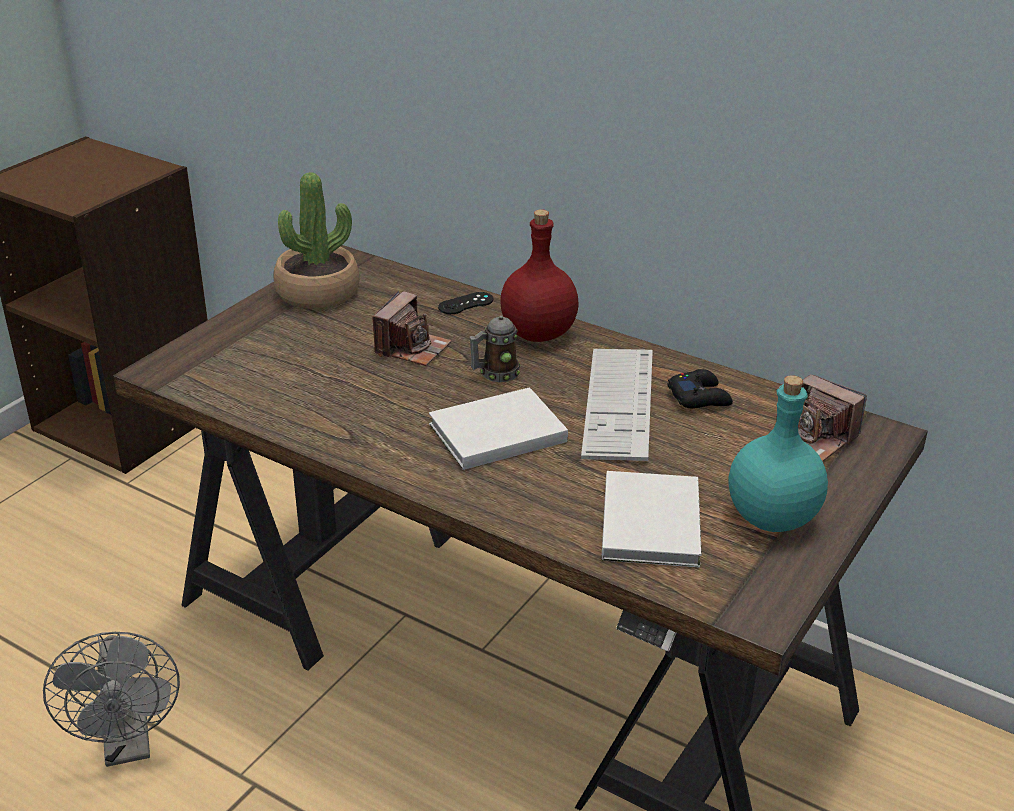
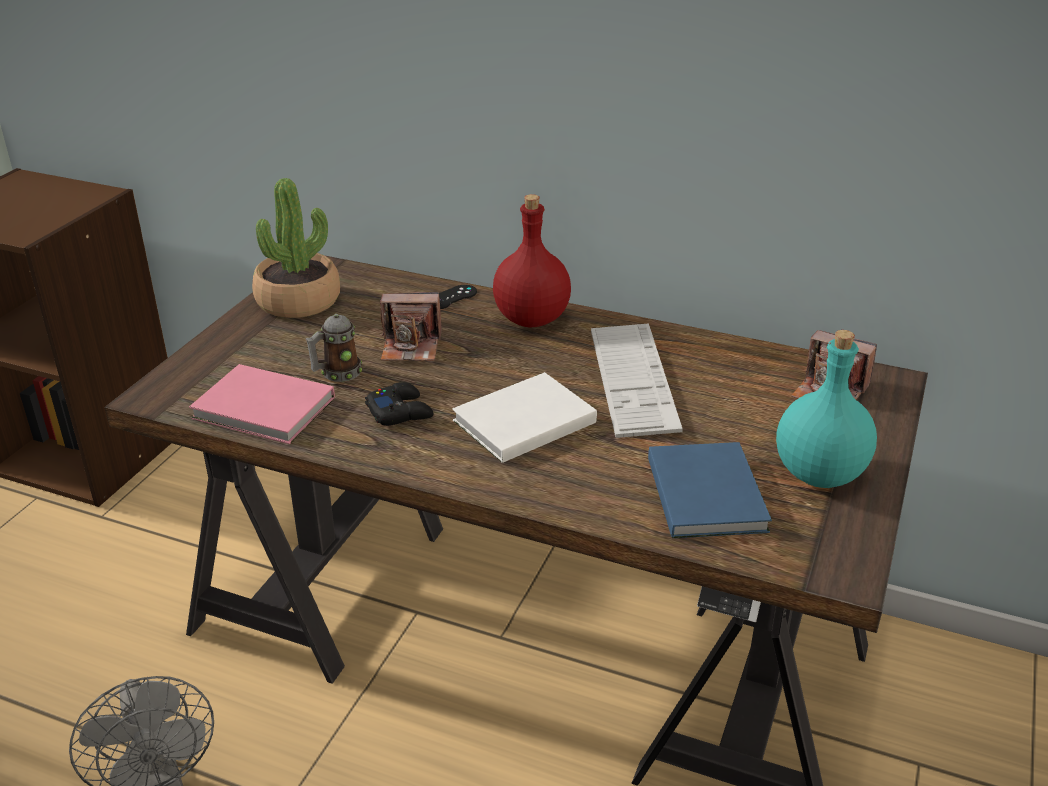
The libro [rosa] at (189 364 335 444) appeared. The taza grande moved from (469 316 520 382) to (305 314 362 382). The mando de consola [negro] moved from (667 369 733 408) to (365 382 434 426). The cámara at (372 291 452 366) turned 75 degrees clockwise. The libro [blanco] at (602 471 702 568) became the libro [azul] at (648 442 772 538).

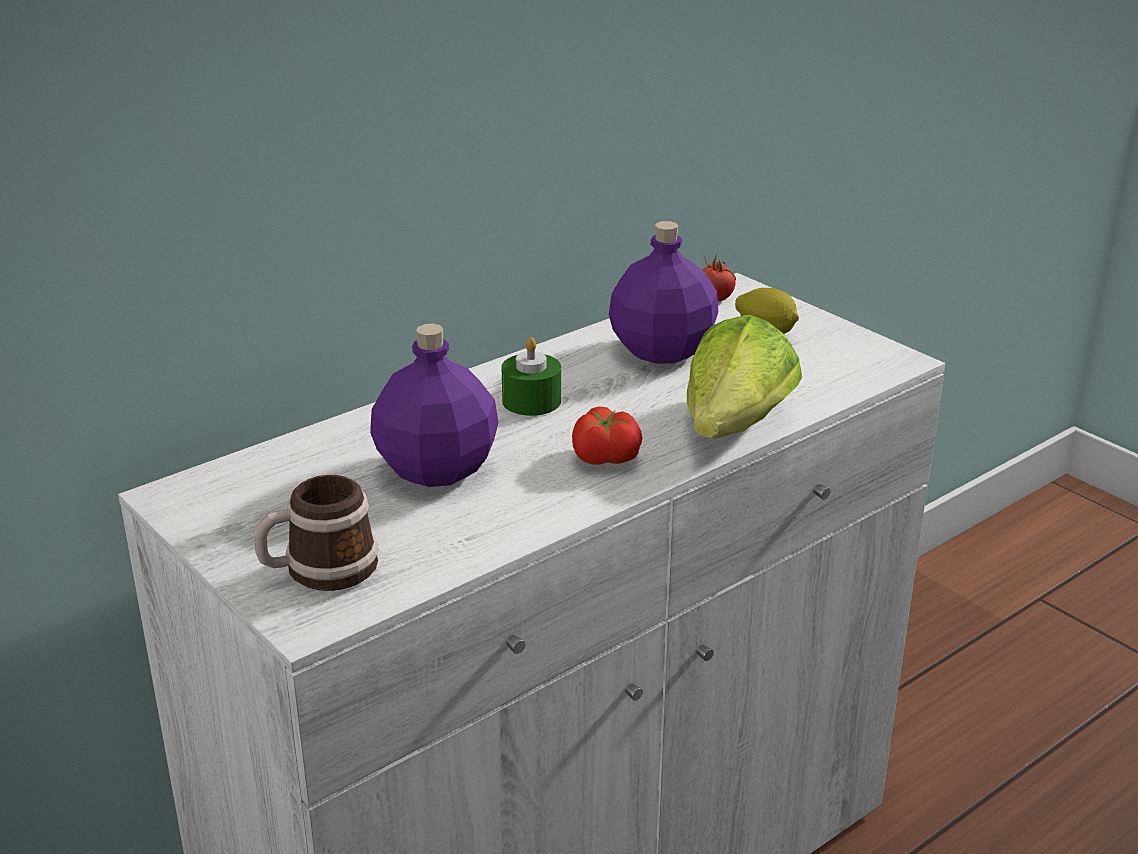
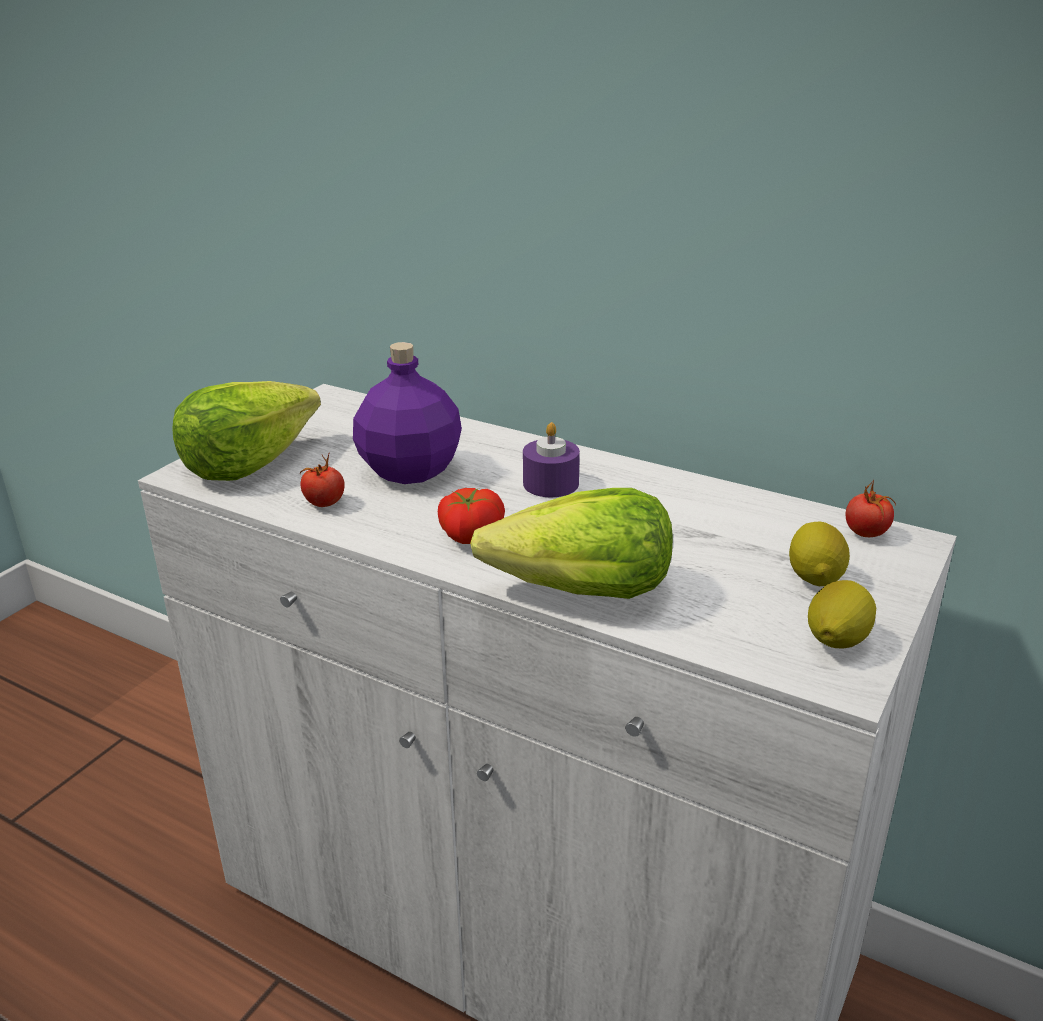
The taza grande at (254 475 378 591) was replaced by the lechuga at (172 381 321 481). The tomate at (300 454 345 507) appeared. The vela [verde] at (501 337 561 416) became the vela [morado] at (523 422 580 497). The limón at (808 580 876 649) appeared. The botella [morado] at (609 221 718 364) disappeared.

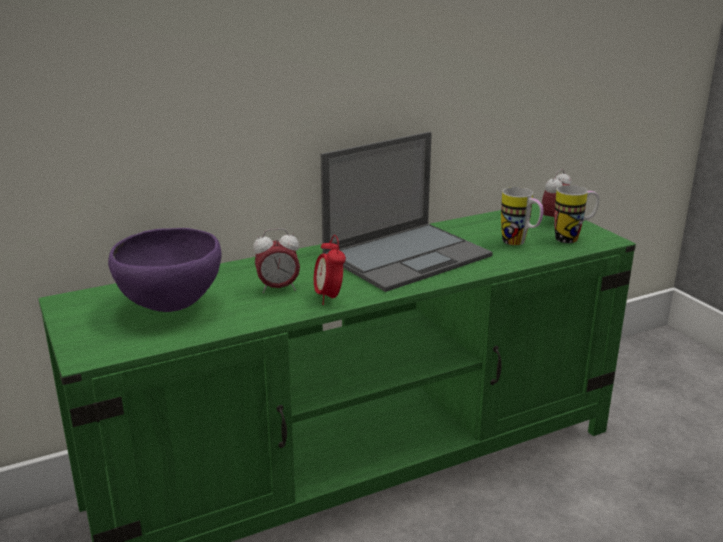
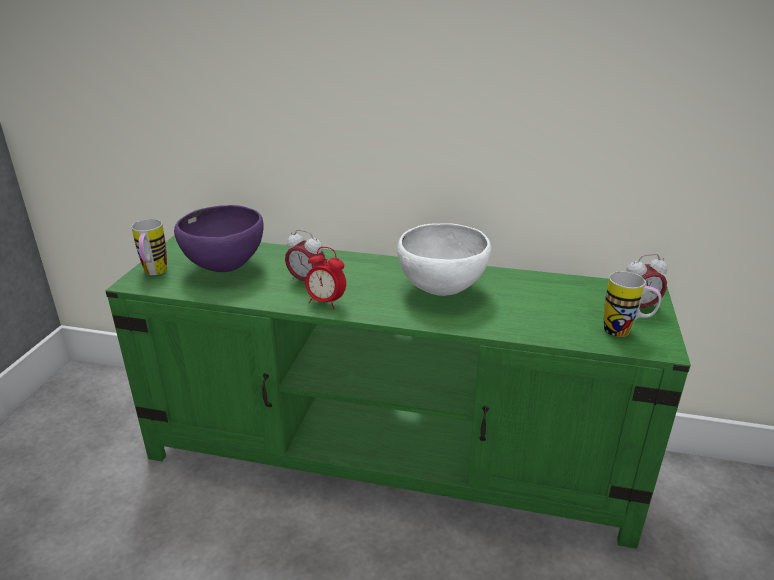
The taza grande moved from (501 187 543 245) to (131 219 167 275). The despertador at (314 235 346 305) turned 90 degrees counterclockwise. The portátil at (321 132 493 292) was replaced by the cuenco [blanco] at (397 223 491 296).

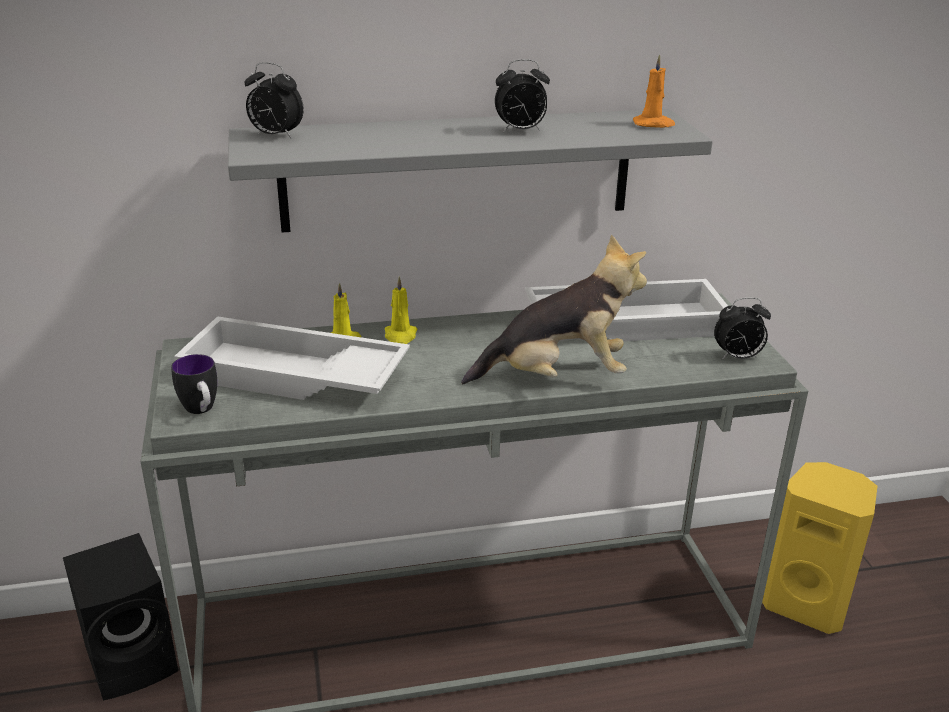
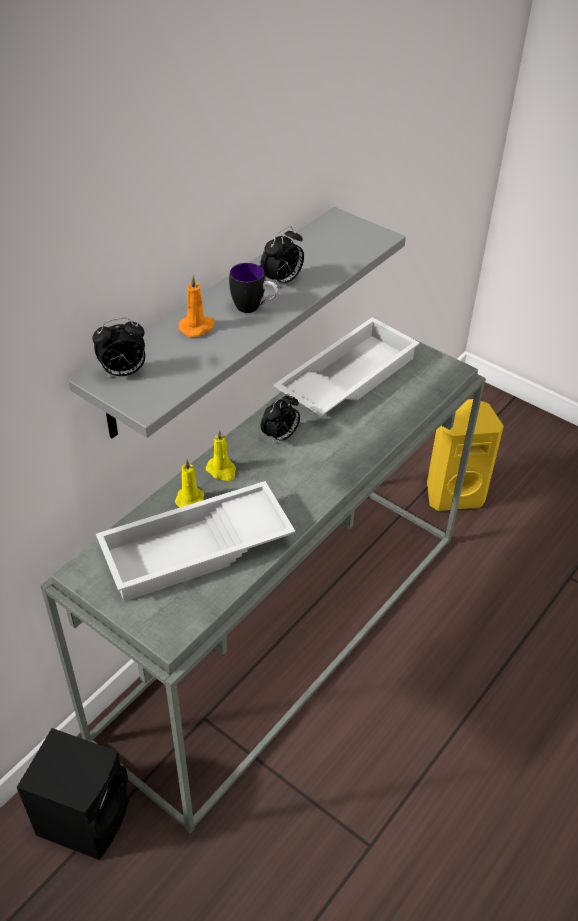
The vela [naranja] moved from (633 54 675 128) to (178 275 215 337). The taza grande moved from (171 354 217 414) to (229 263 278 313). The despertador moved from (714 297 771 360) to (261 394 300 443). The peluche at (461 235 647 384) disappeared.

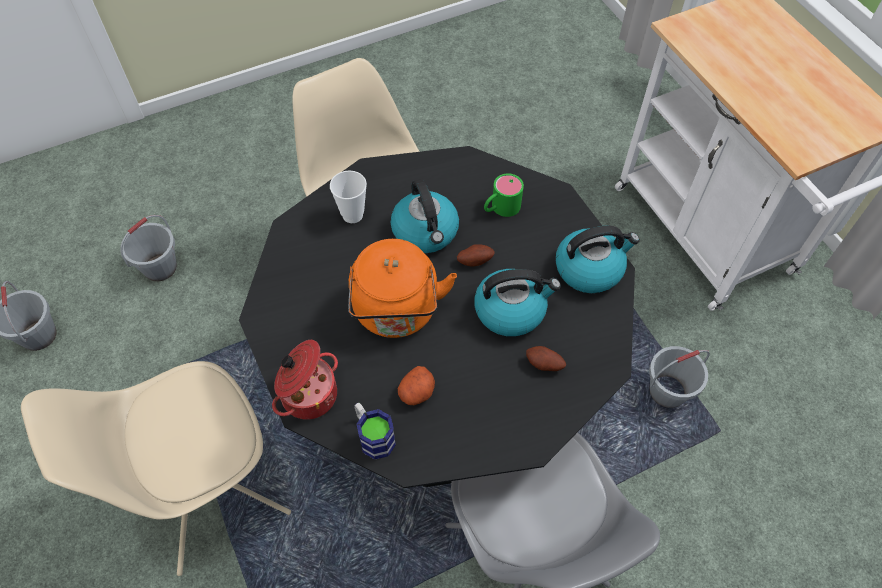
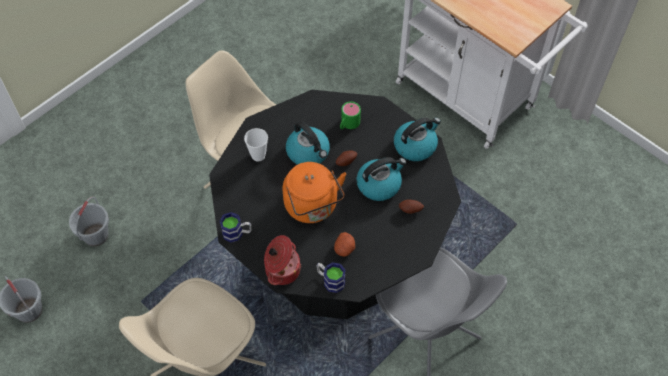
The taza grande at (220 212 251 242) appeared. The cubo [gris] at (649 346 710 408) disappeared.

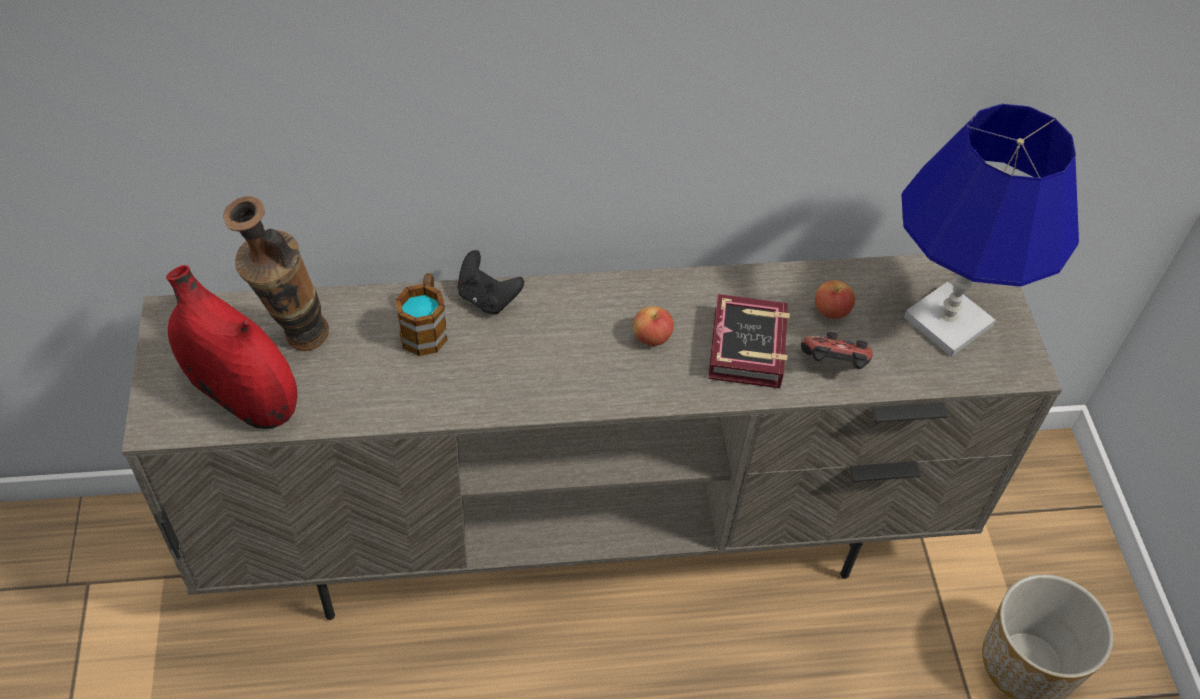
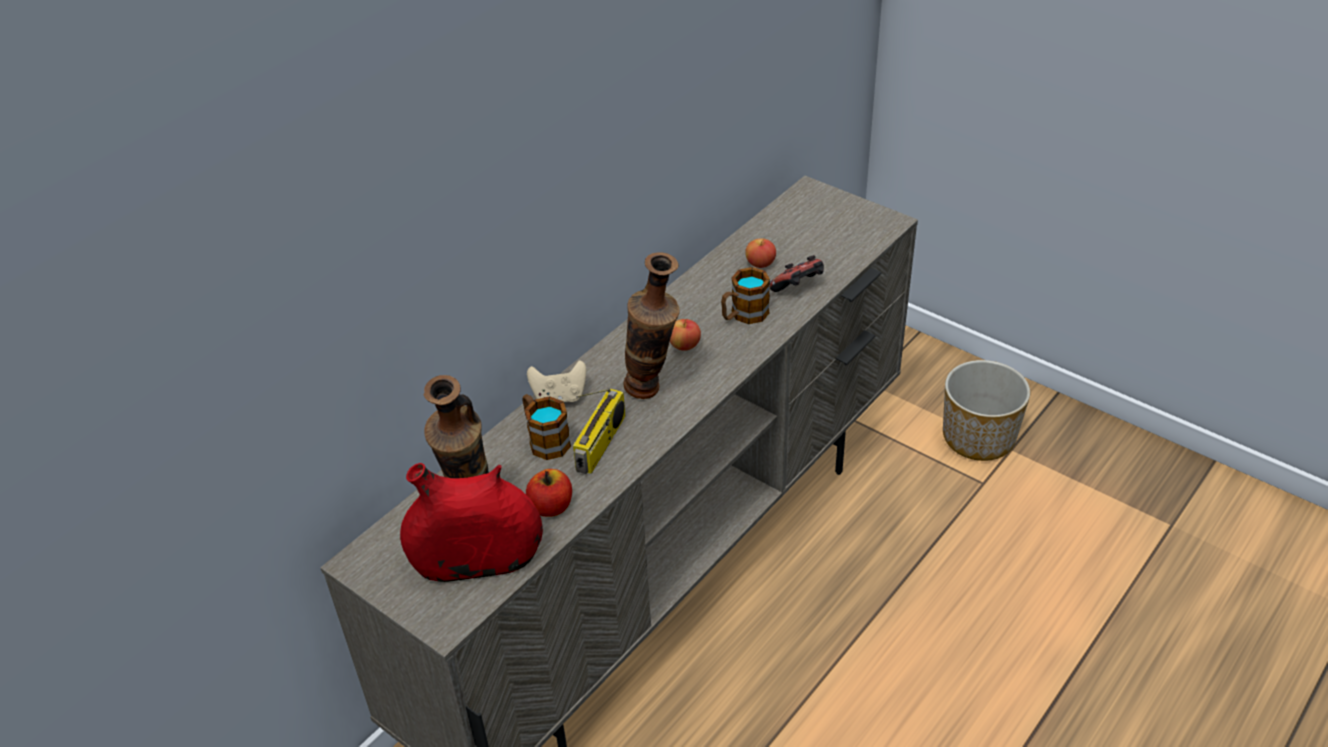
The manzana at (526 469 572 517) appeared. The mando de consola [negro] at (457 250 524 314) became the mando de consola [beis] at (527 360 586 402). The radio at (573 388 625 474) appeared. The florero at (623 252 680 399) appeared. The libro at (708 294 790 389) was replaced by the taza grande at (721 267 770 324). The lámpara de mesa [azul] at (901 104 1079 357) disappeared.

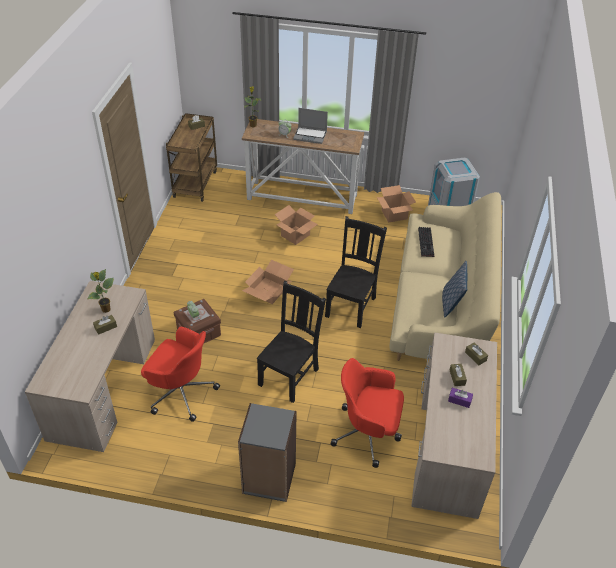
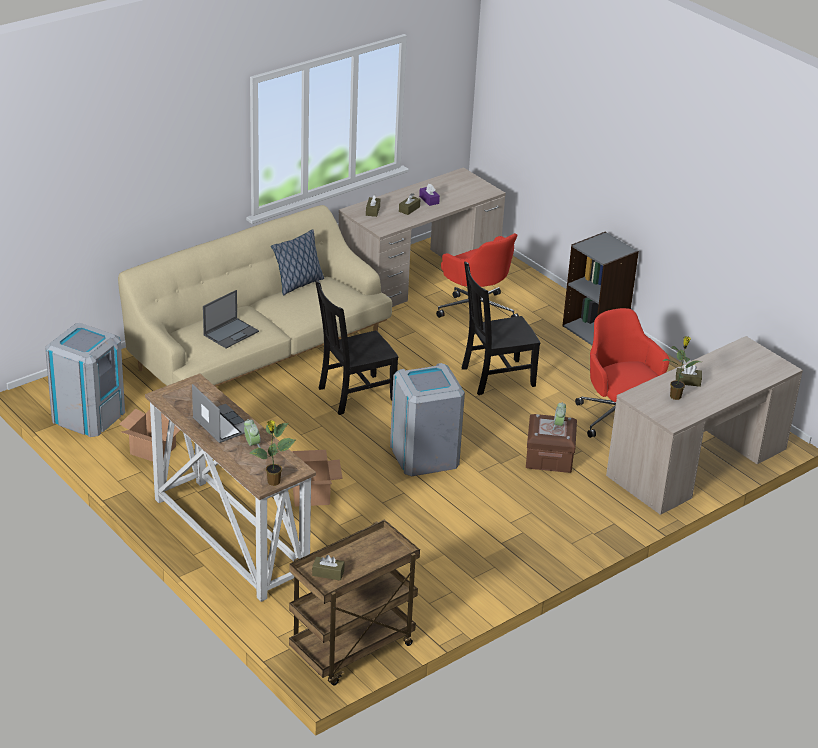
The teclado at (418 227 434 257) was replaced by the portátil at (203 290 259 349). The caja de cartón at (242 260 294 304) was replaced by the papelera [gris] at (390 363 465 476).

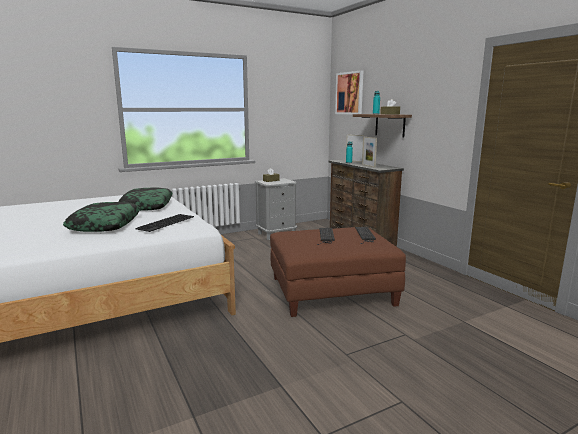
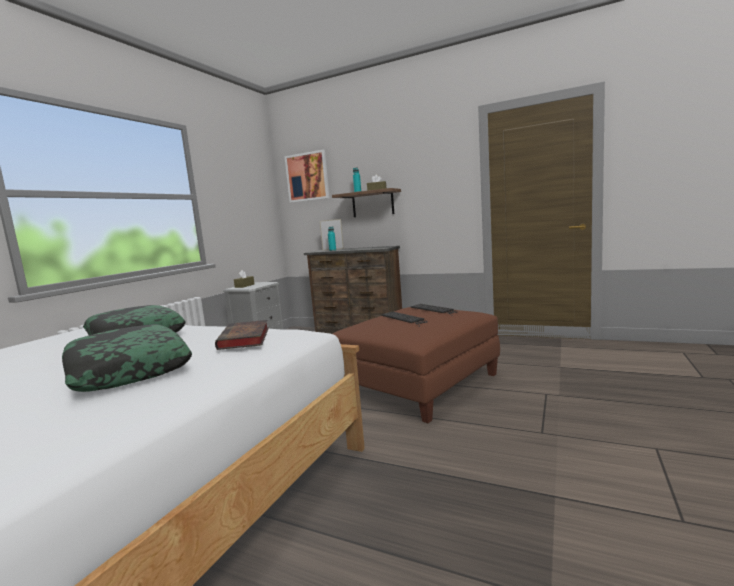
The teclado at (135 214 194 232) was replaced by the libro at (215 320 269 350). The portarretratos at (362 137 377 167) disappeared.

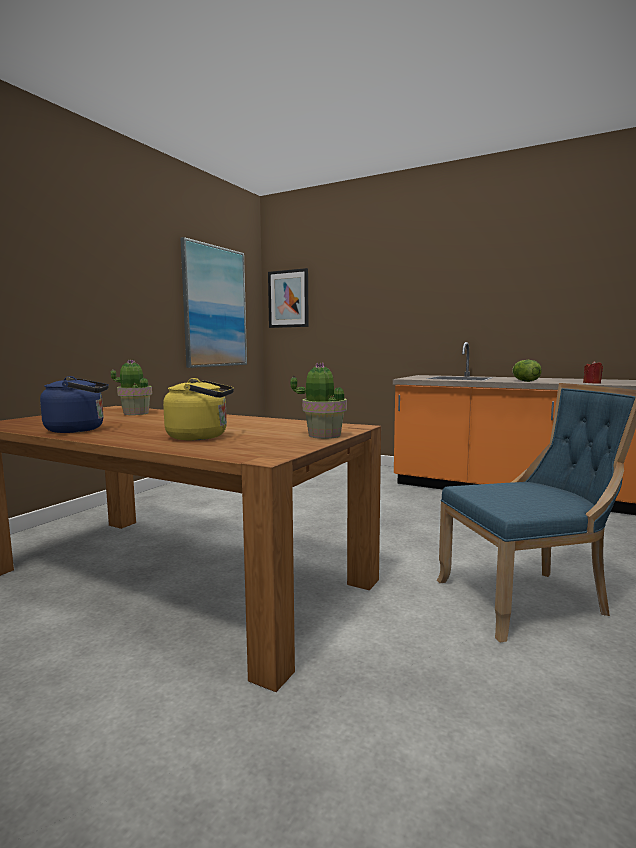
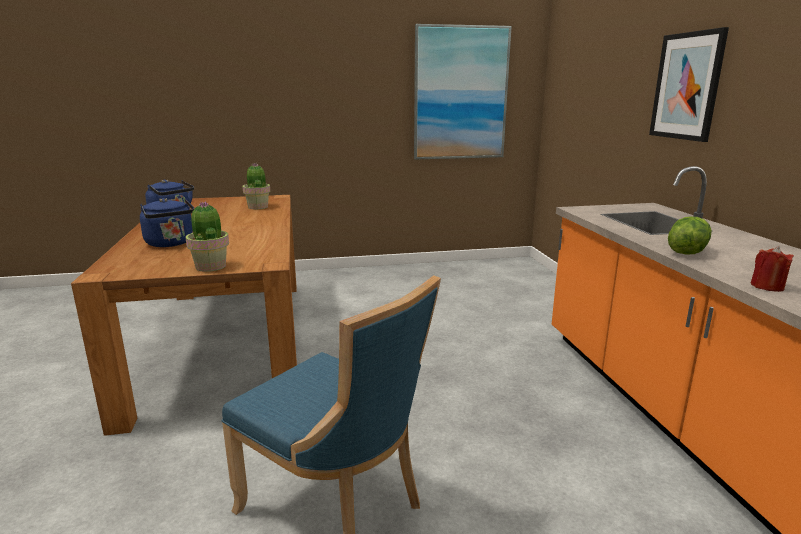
The hervidor [amarillo] at (163 378 234 440) became the hervidor [azul] at (140 198 194 247). The cuadro moved from (268 268 309 328) to (649 27 729 142).

